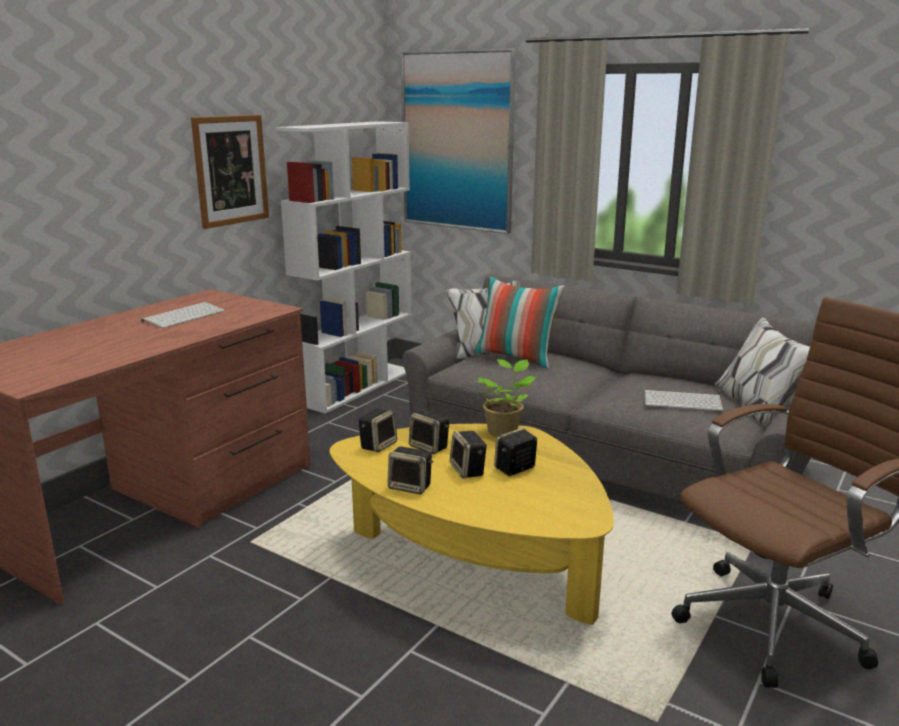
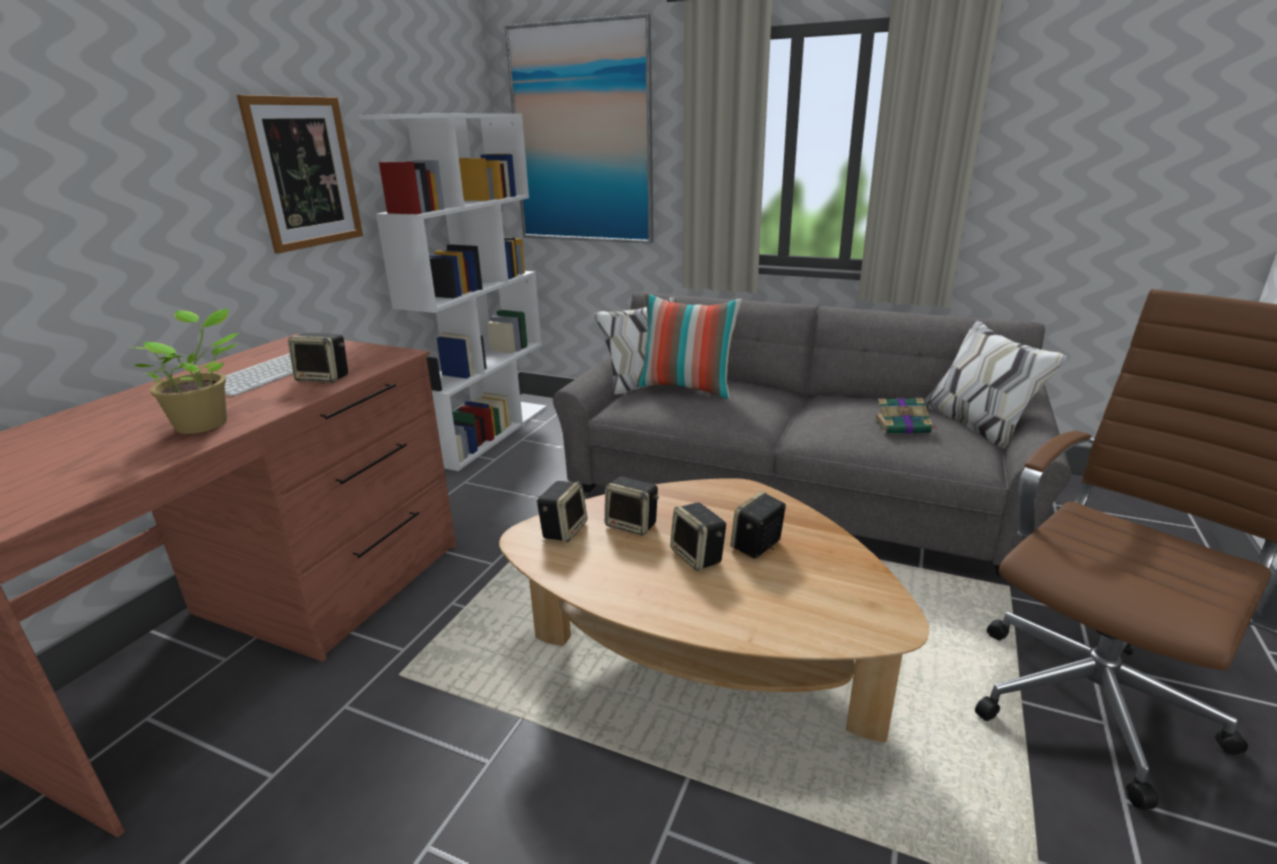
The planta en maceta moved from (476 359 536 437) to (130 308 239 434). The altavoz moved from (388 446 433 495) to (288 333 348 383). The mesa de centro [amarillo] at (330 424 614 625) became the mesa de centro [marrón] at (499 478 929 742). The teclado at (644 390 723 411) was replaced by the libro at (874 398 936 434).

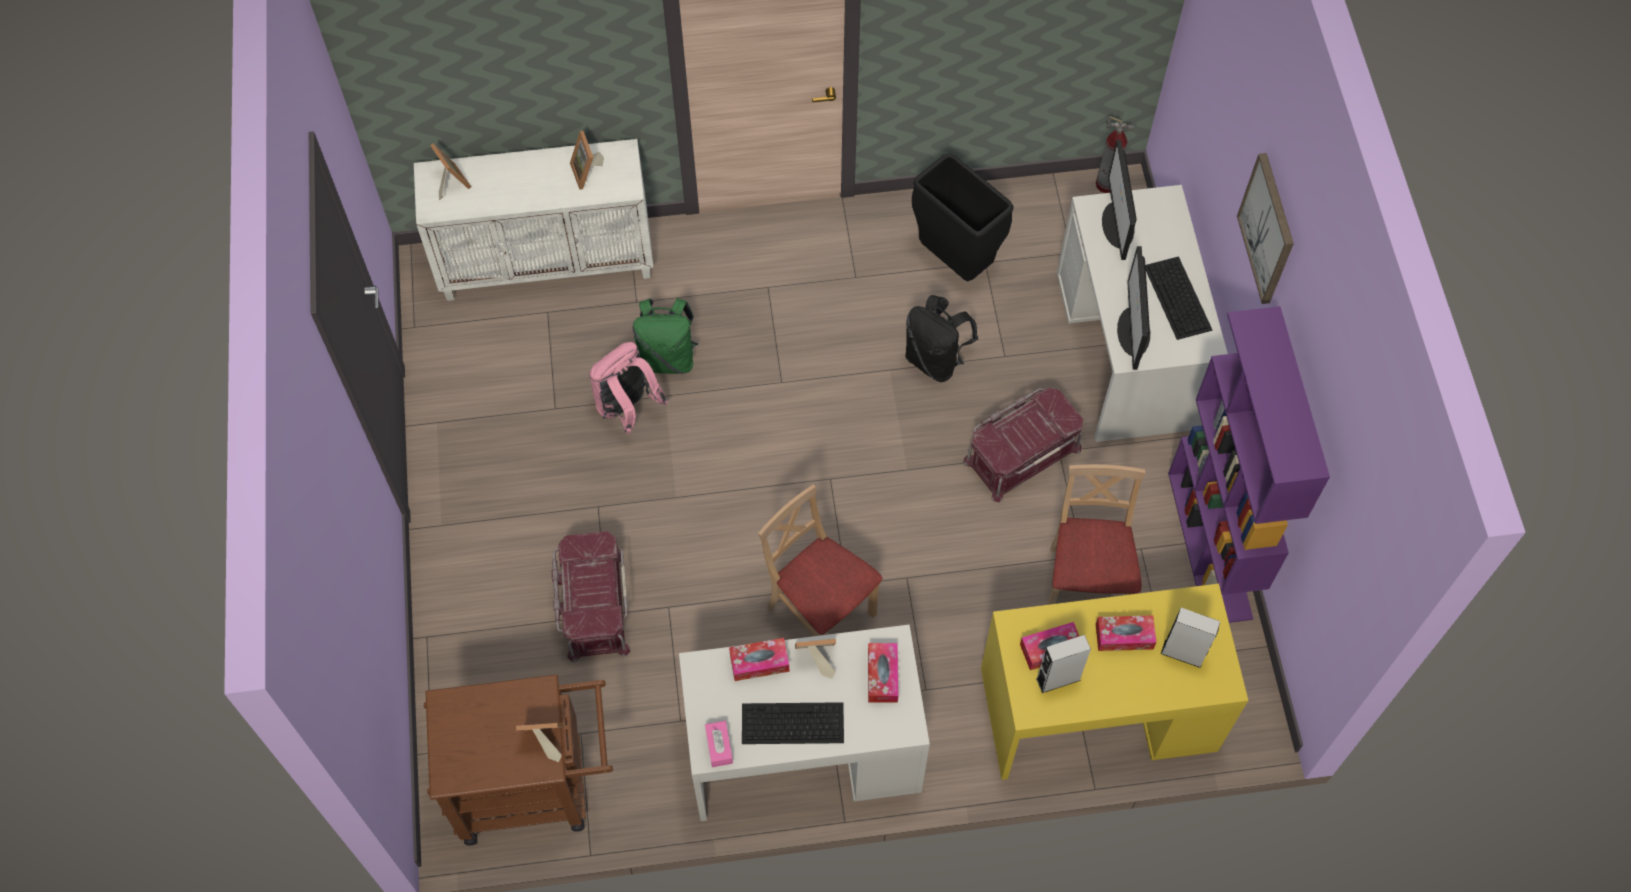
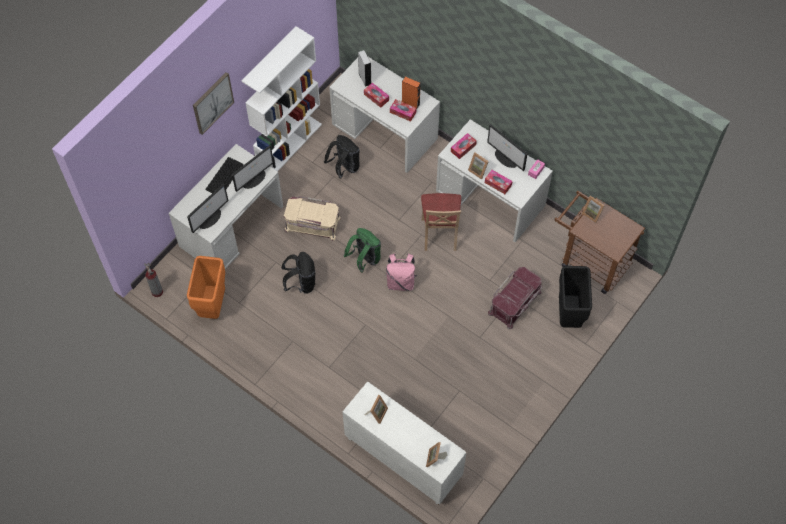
The papelera [naranja] at (187 256 225 319) appeared. The estantería [morado] at (1168 306 1330 623) became the estantería [blanco] at (242 26 322 172). The caja de almacenaje [rojo] at (963 388 1083 502) became the caja de almacenaje [beis] at (284 196 341 241). The silla [beis] at (1048 464 1146 605) was replaced by the mochila [negro] at (324 135 360 178). The escritorio [amarillo] at (981 584 1248 780) became the escritorio [blanco] at (329 57 440 173). The mochila [verde] moved from (633 298 698 374) to (344 228 381 272). The mochila [rosa] moved from (589 342 668 434) to (385 253 417 291). The altavoz [gris] at (1036 635 1091 693) became the altavoz [naranja] at (402 77 420 109). The teclado at (742 702 844 744) was replaced by the monitor at (487 124 528 171). The papelera [negro] moved from (912 153 1014 281) to (559 266 592 328).

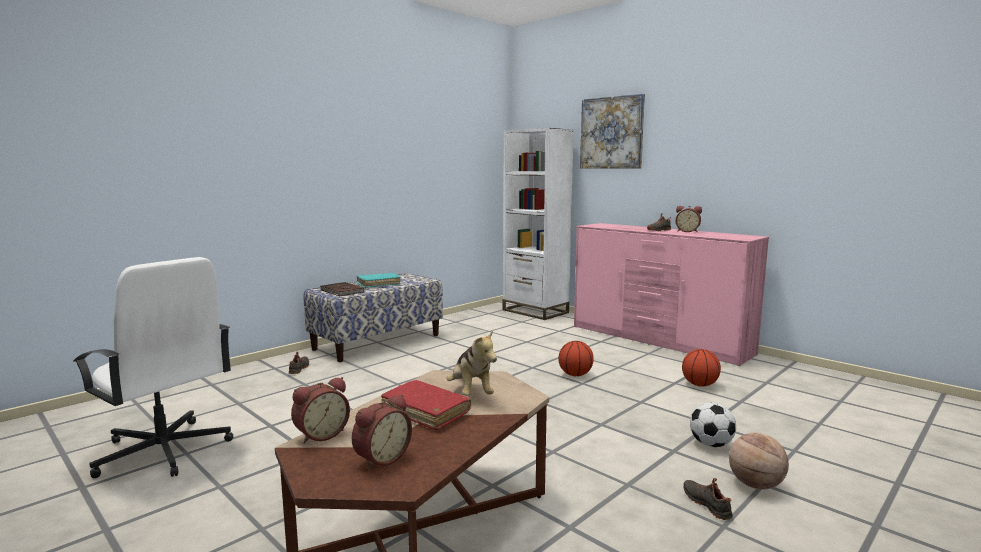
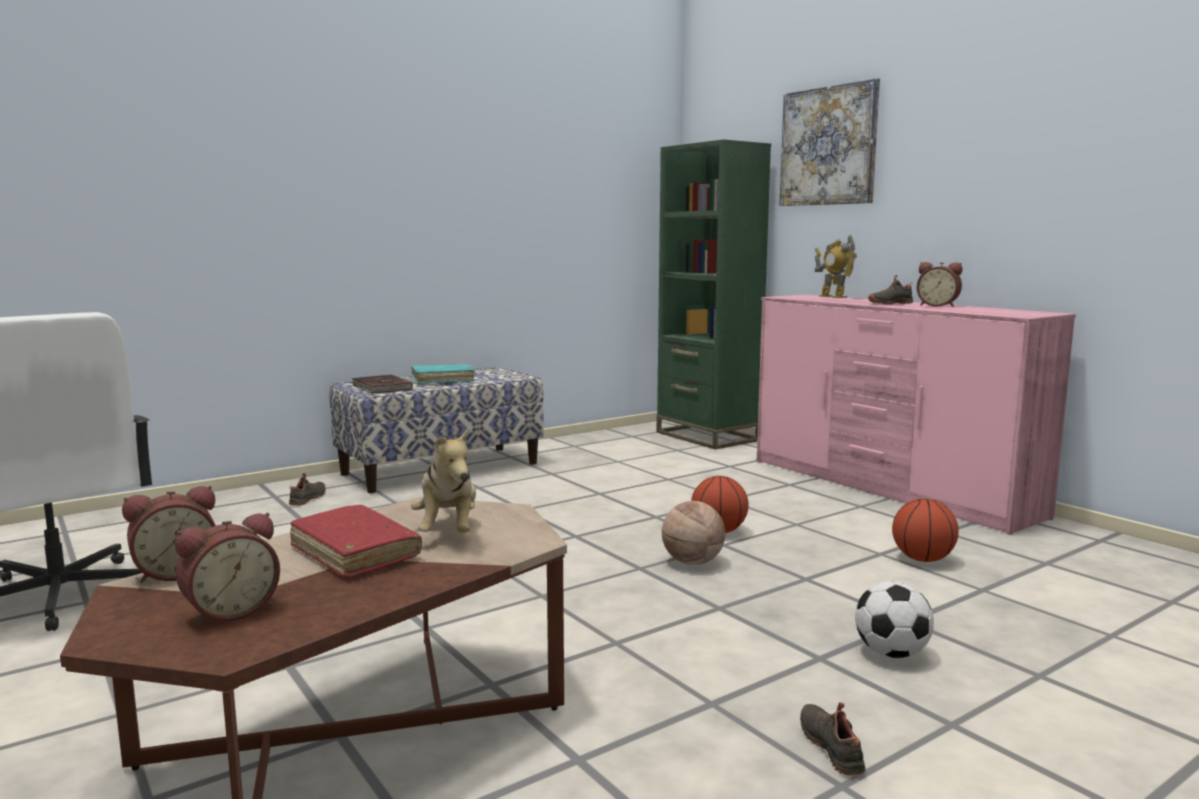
The estantería [blanco] at (503 128 574 320) became the estantería [verde] at (657 140 771 450). The balón de baloncesto moved from (729 433 789 489) to (662 501 725 565). The robot de juguete at (815 235 857 298) appeared.

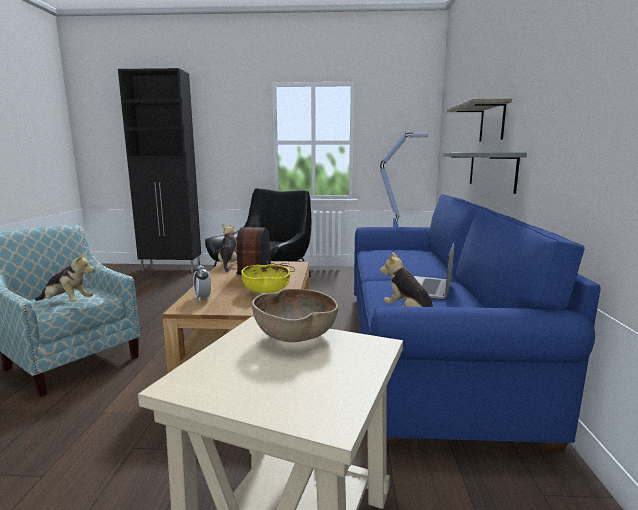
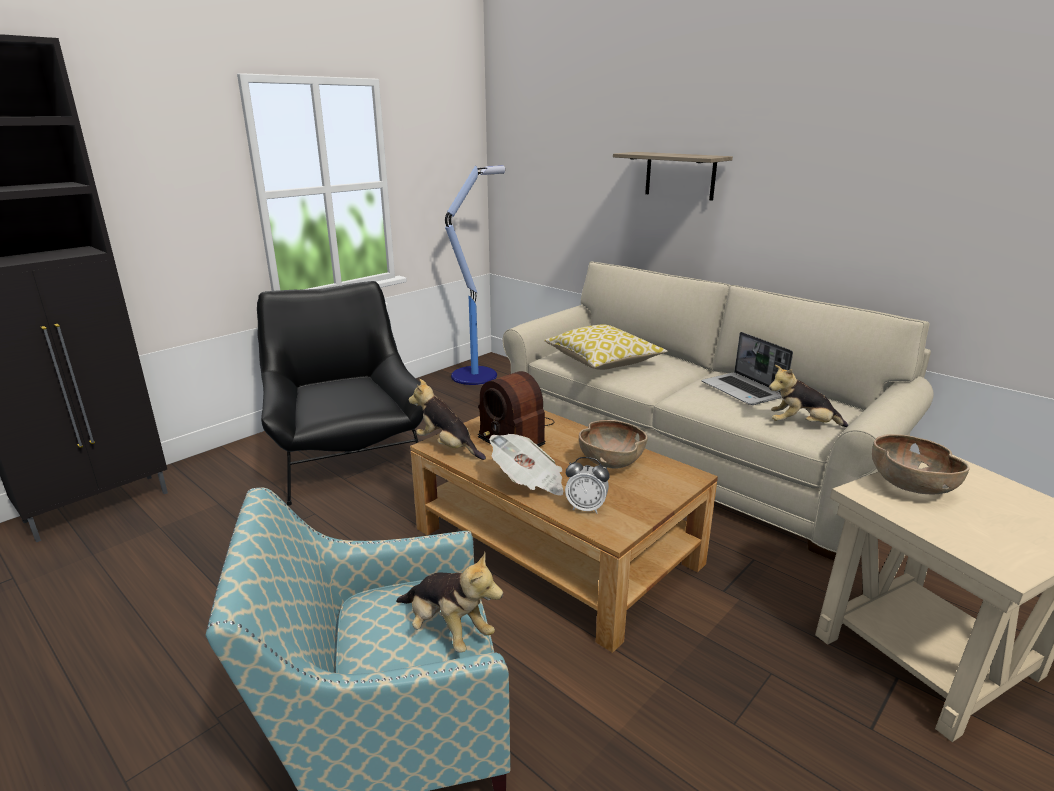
The peluche at (35 252 95 302) turned 75 degrees clockwise. The periódico at (489 434 563 496) appeared. The sofá [azul] at (354 194 601 451) became the sofá [beis] at (503 262 934 560). The cojín at (544 324 667 370) appeared. The cuenco [amarillo] at (241 264 290 293) became the cuenco [marrón] at (579 420 648 468). The estante [gris] at (443 153 527 194) disappeared.

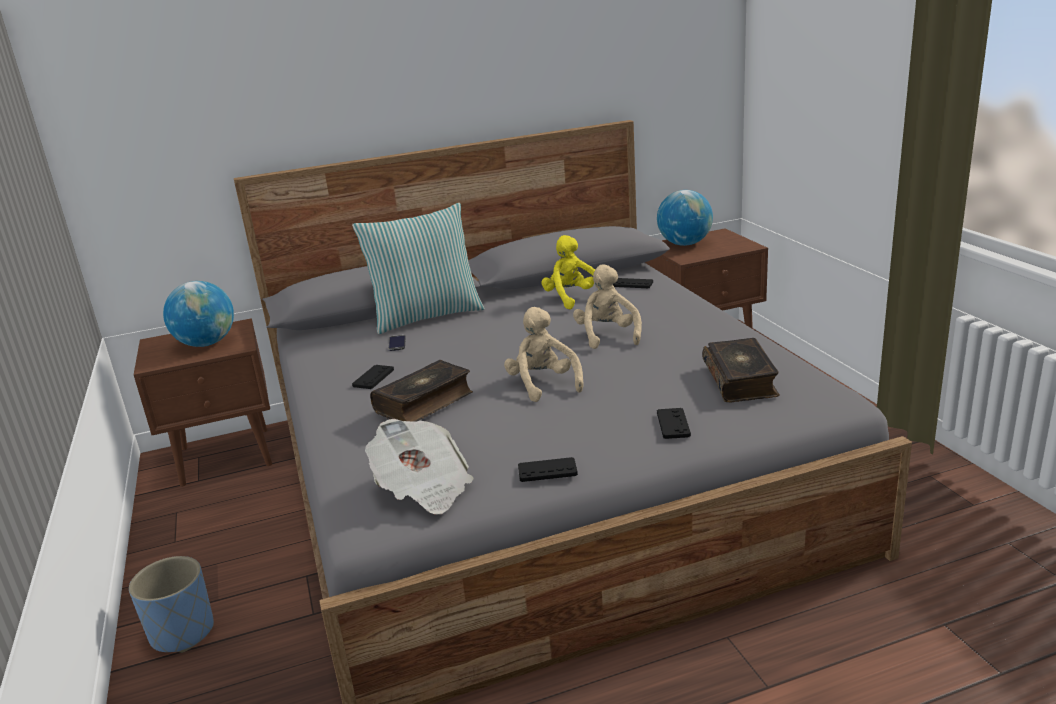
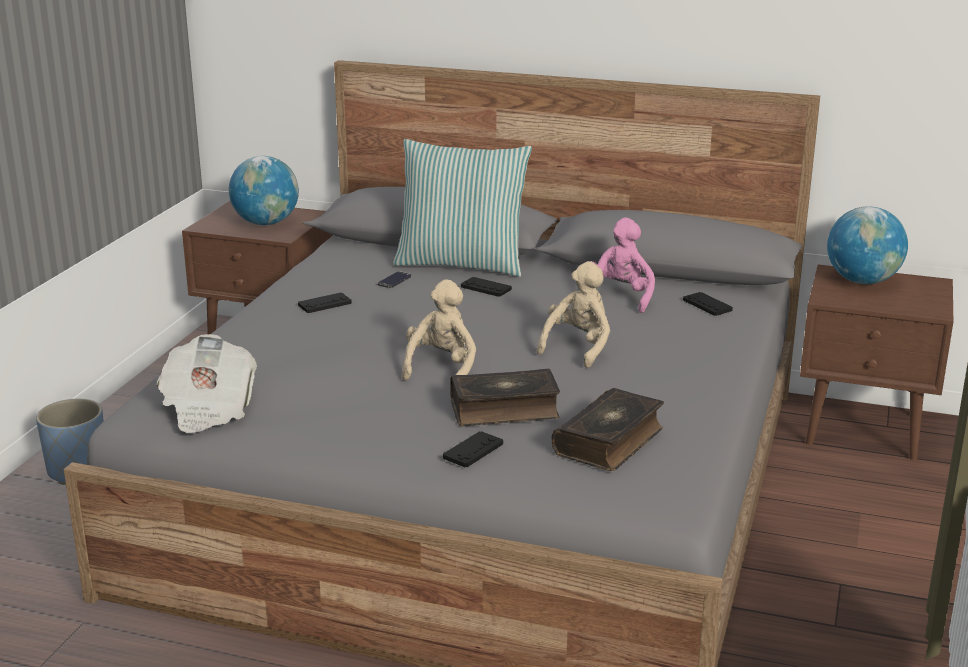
The libro moved from (370 360 473 422) to (450 369 560 426). The mando de consola [negro] moved from (518 457 578 482) to (461 277 512 297). The peluche [amarillo] at (541 235 599 309) became the peluche [rosa] at (590 217 655 313).

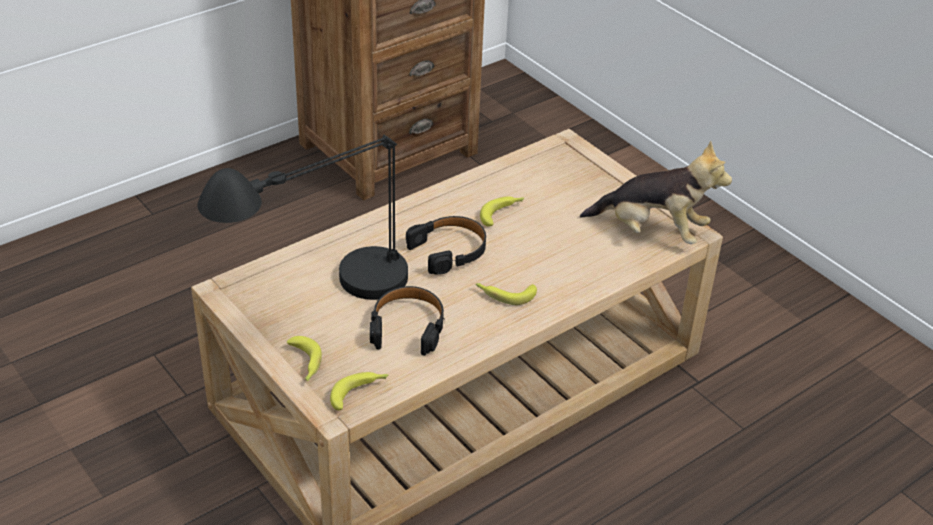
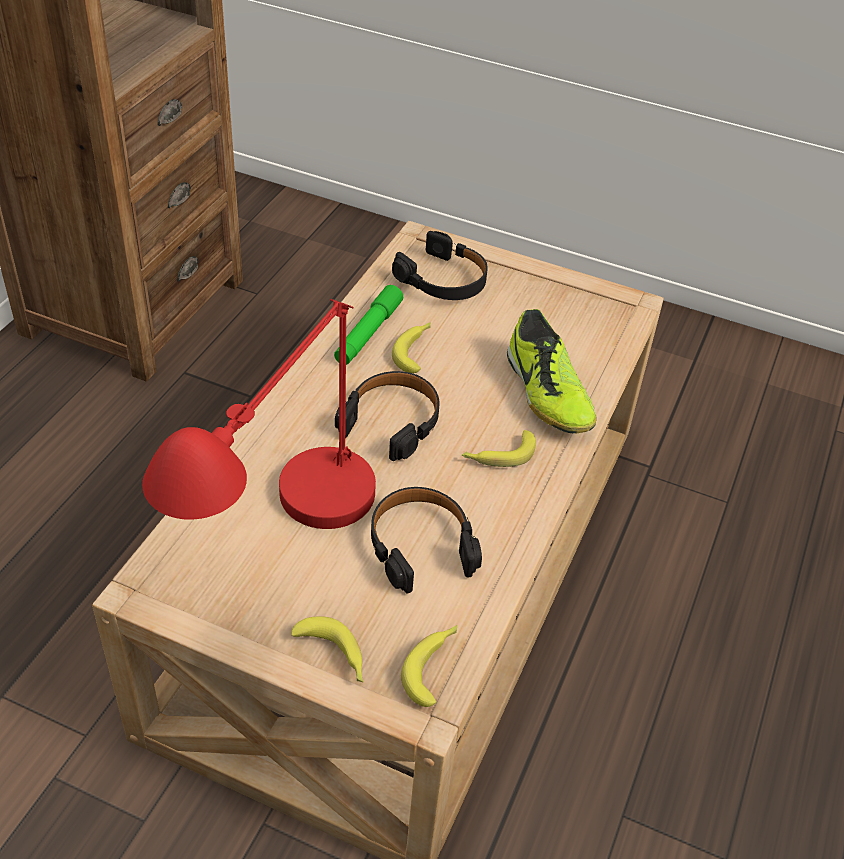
The lámpara de mesa [negro] at (197 135 408 300) became the lámpara de mesa [rojo] at (142 299 376 529). The linterna [verde] at (334 285 404 365) appeared. The auriculares [negro] at (392 231 488 300) appeared. The zapato at (507 309 597 434) appeared. The peluche at (580 140 732 244) disappeared.

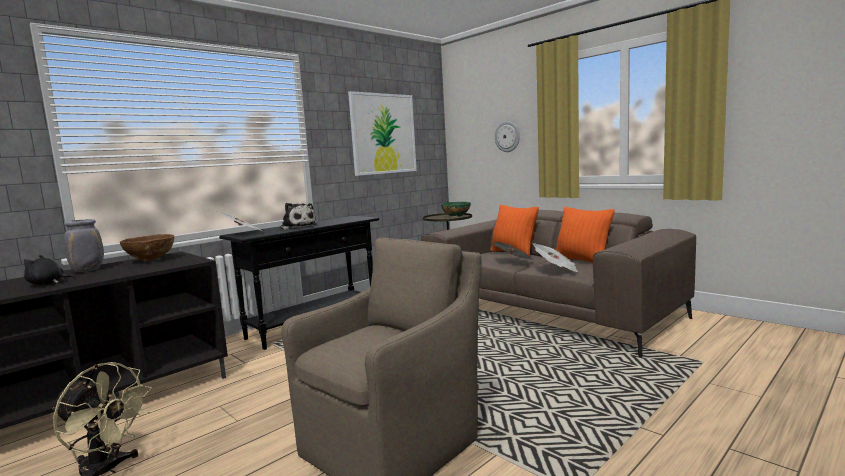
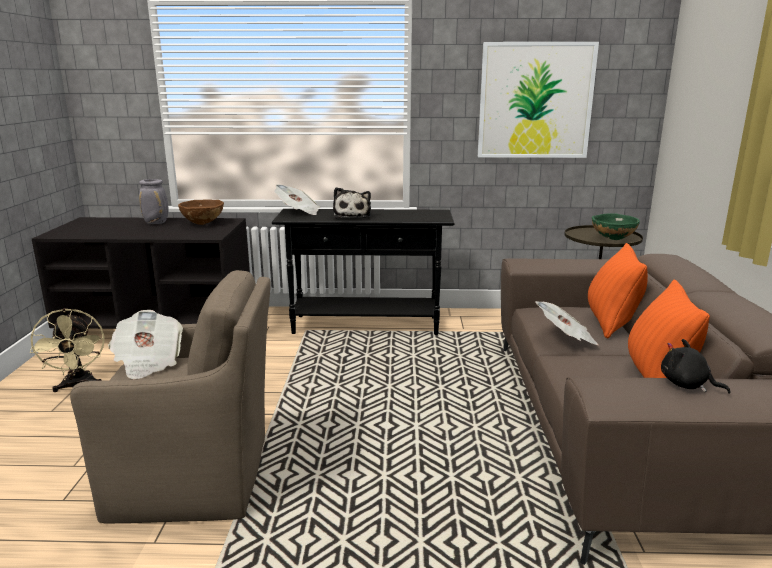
The periódico moved from (533 243 578 272) to (108 310 183 379). The peluche [negro] moved from (24 255 76 285) to (661 339 731 394). The reloj de pared at (495 121 520 152) disappeared.

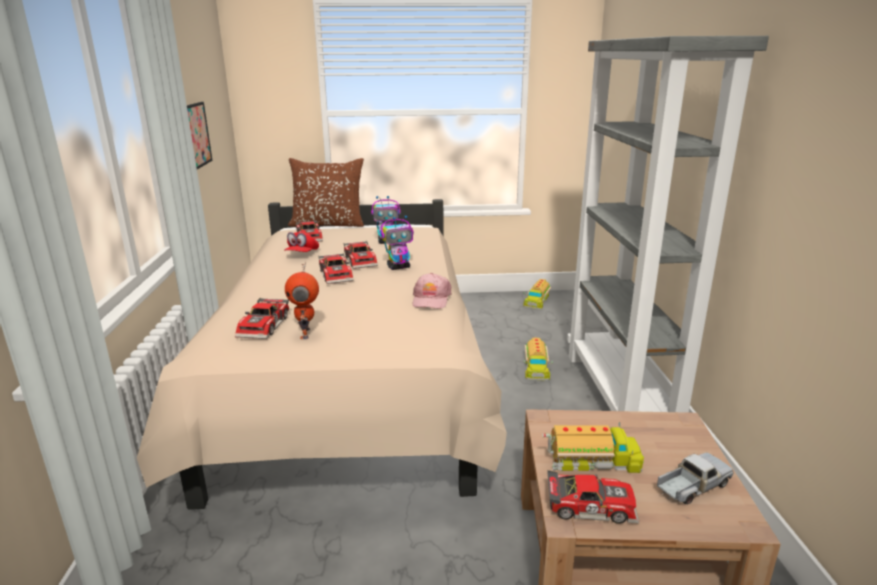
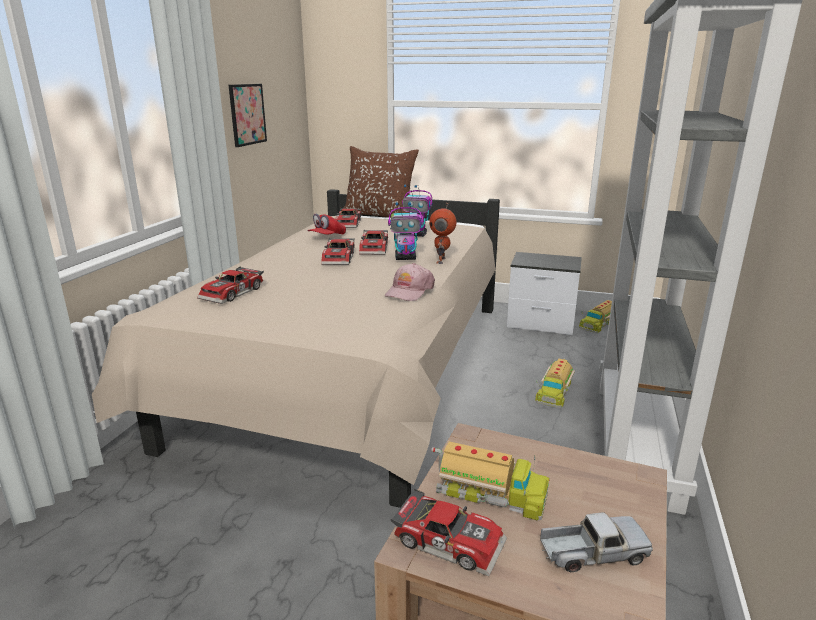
The robot de juguete moved from (285 262 319 339) to (429 203 457 264). The mesita de noche at (507 252 582 336) appeared.

